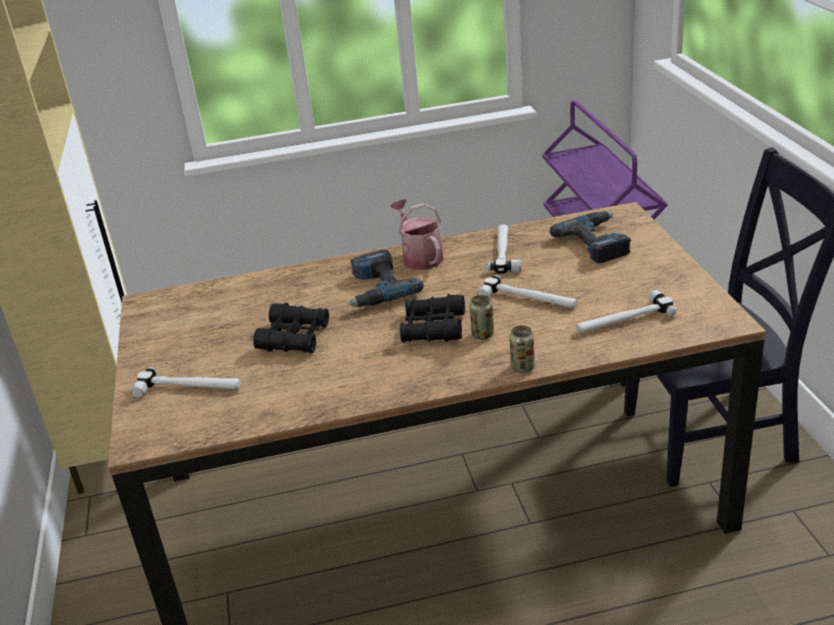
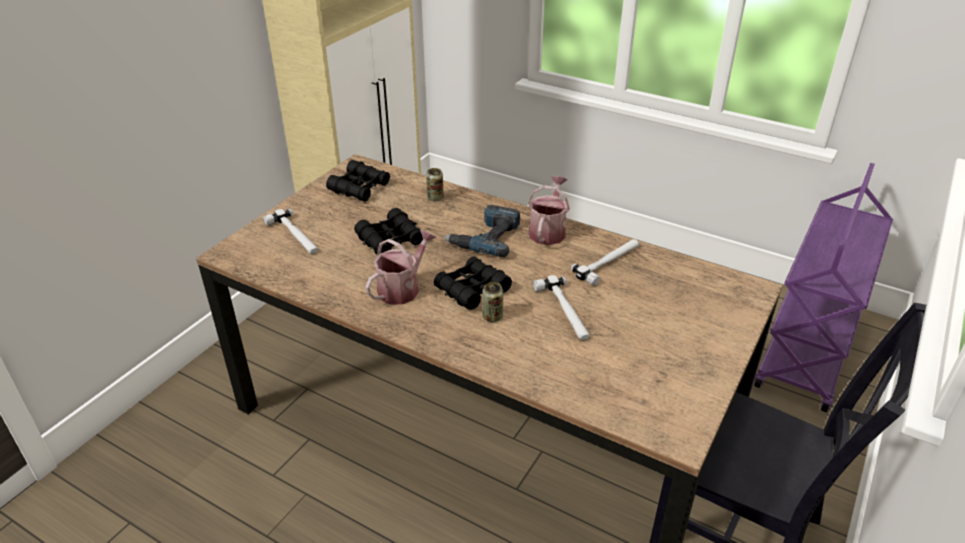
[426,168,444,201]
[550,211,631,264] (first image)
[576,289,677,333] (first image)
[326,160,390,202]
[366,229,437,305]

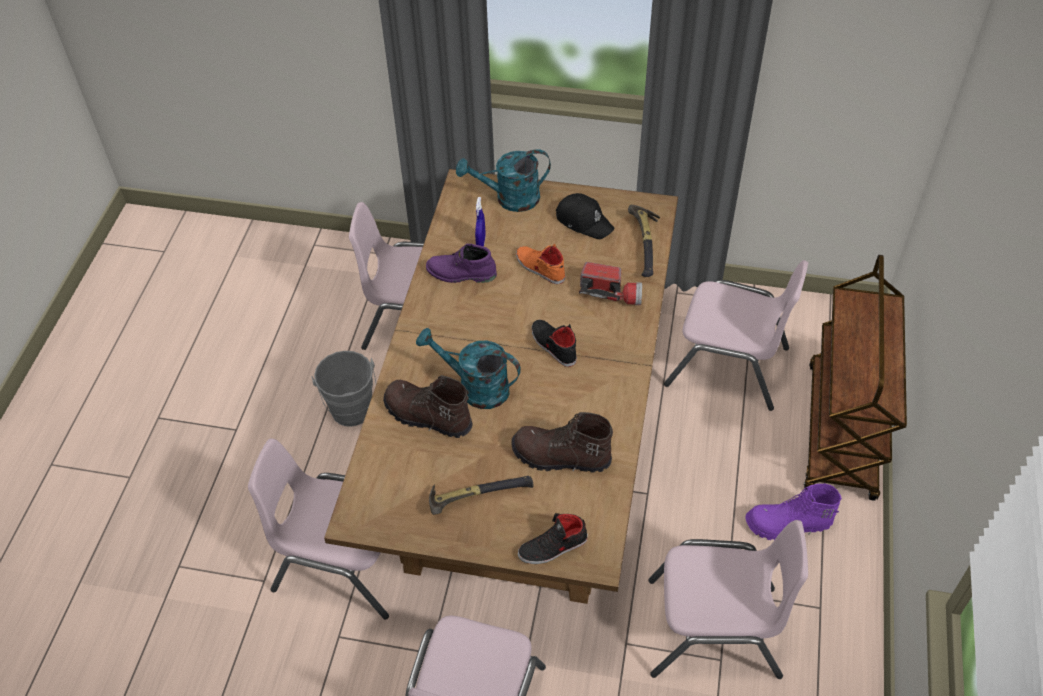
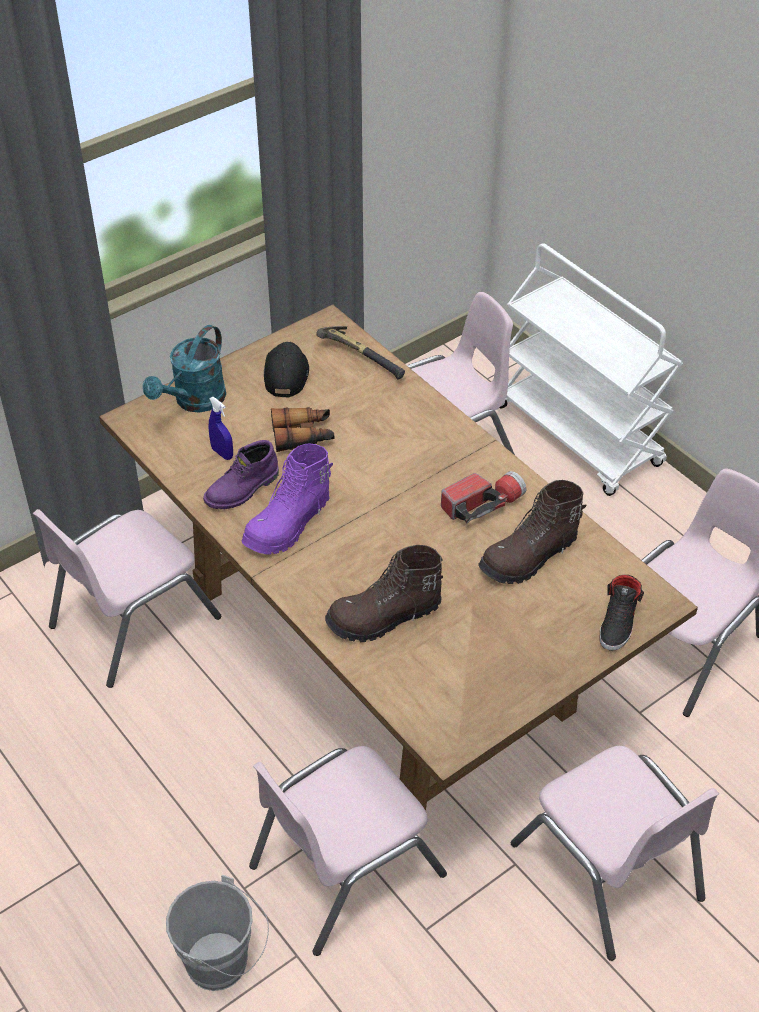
[166,875,269,991]
[416,328,521,409] (first image)
[429,476,533,515] (first image)
[271,407,334,452]
[531,320,577,367] (first image)
[264,342,309,398]
[441,471,526,524]
[242,444,333,555]
[499,243,683,496]

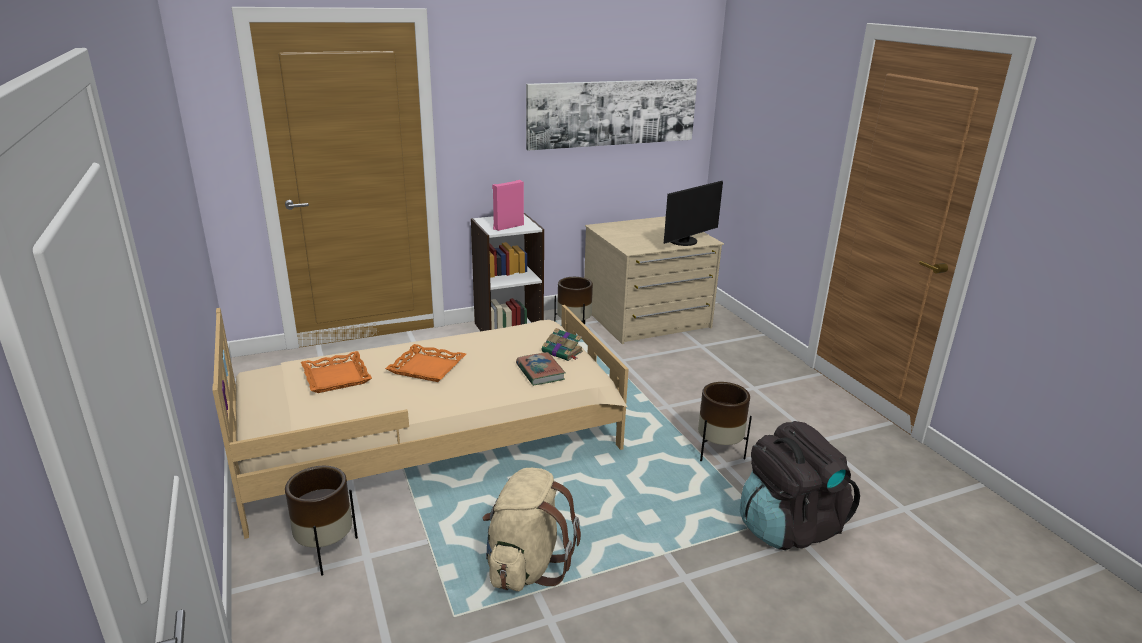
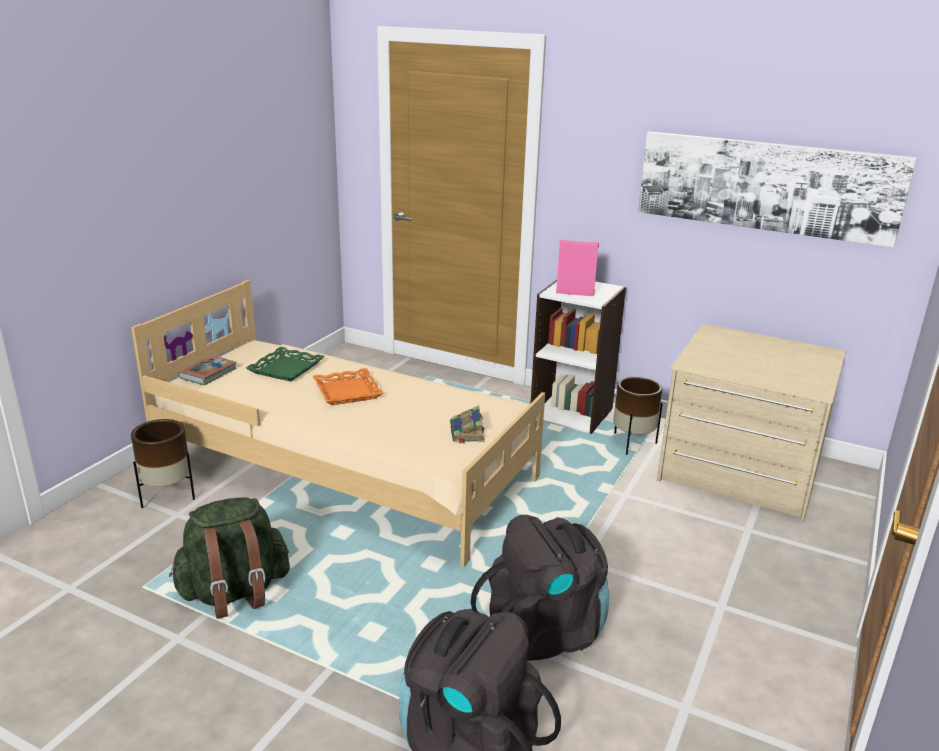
[246,346,324,382]
[169,497,290,619]
[178,356,237,385]
[664,181,723,246] (first image)
[471,515,609,661]

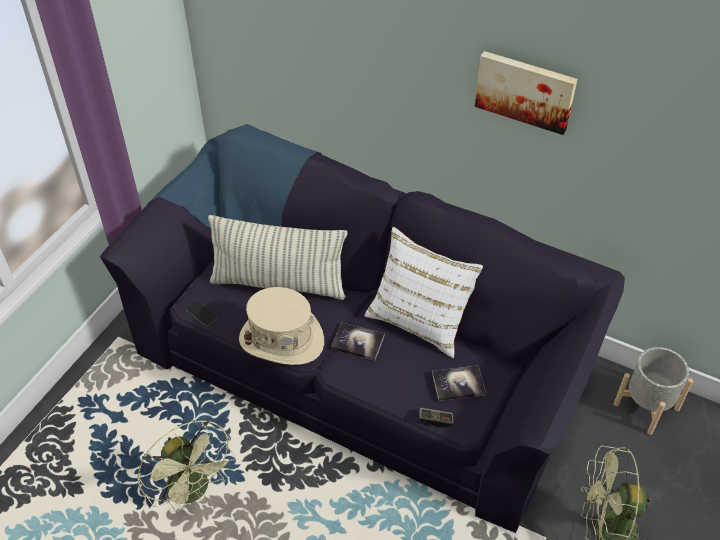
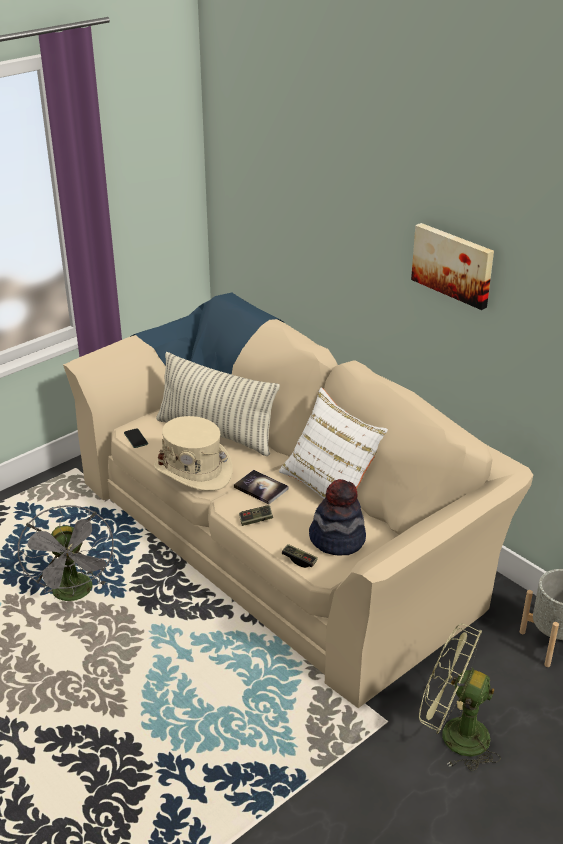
[63,293,533,708]
[18,505,114,601]
[309,479,366,556]
[239,505,273,526]

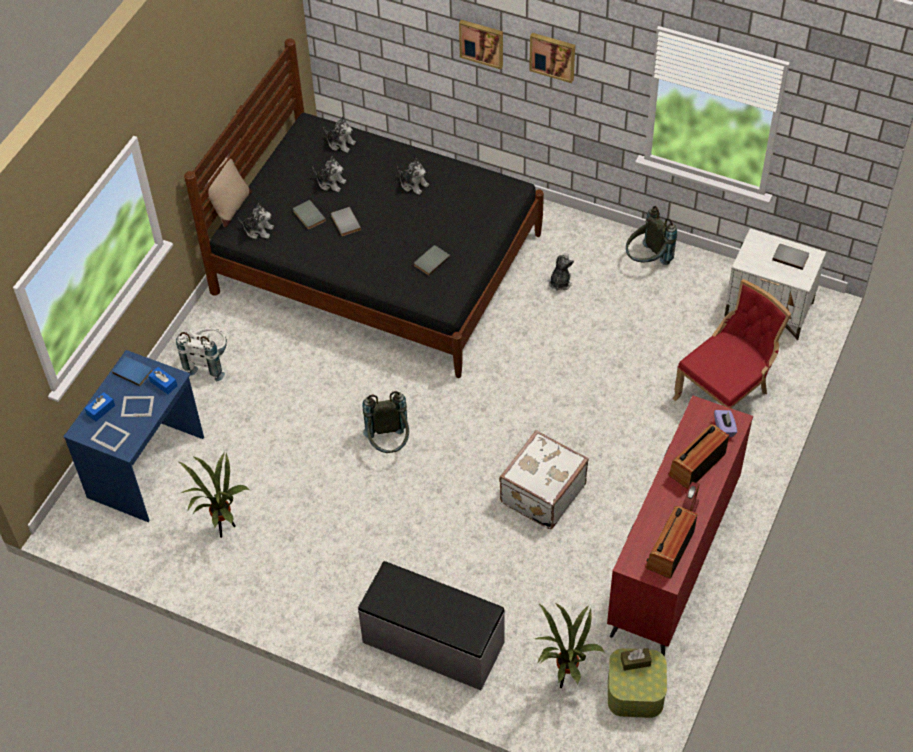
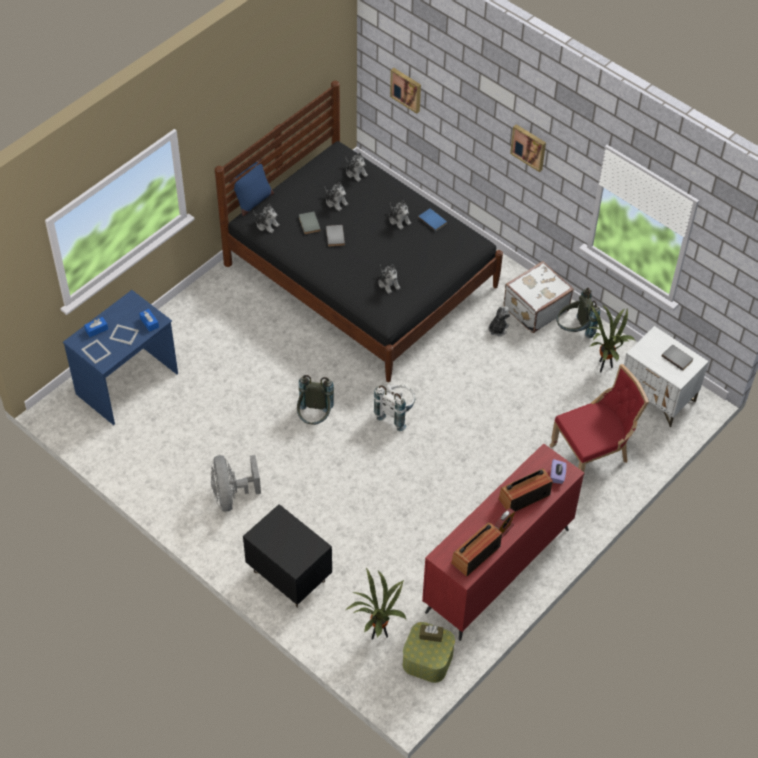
[418,208,447,232]
[374,385,415,431]
[589,305,636,373]
[230,159,274,216]
[243,504,332,608]
[378,264,400,294]
[390,68,421,114]
[503,261,574,333]
[211,455,261,511]

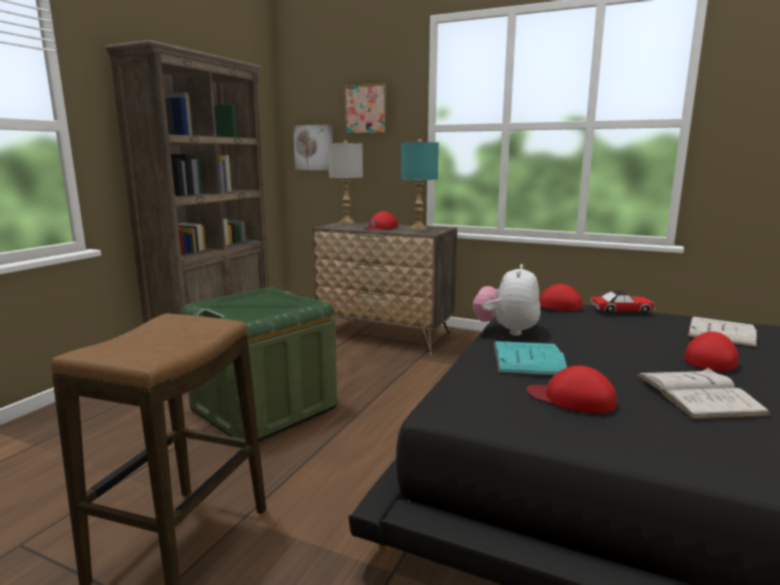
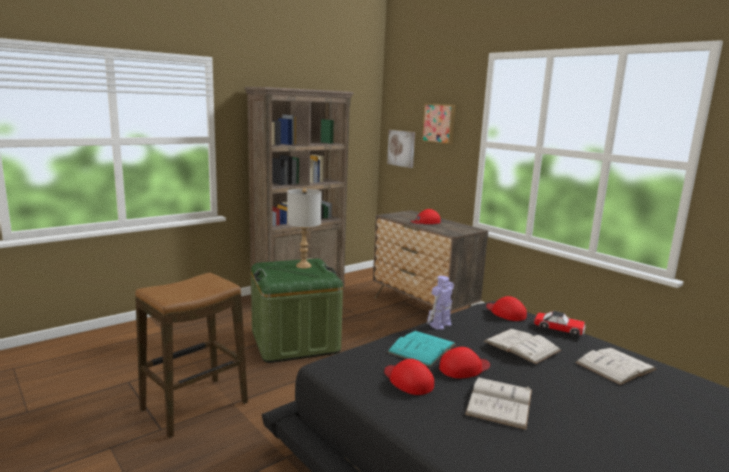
[287,188,322,269]
[401,139,439,230] (first image)
[427,276,454,330]
[439,347,490,378]
[484,329,561,364]

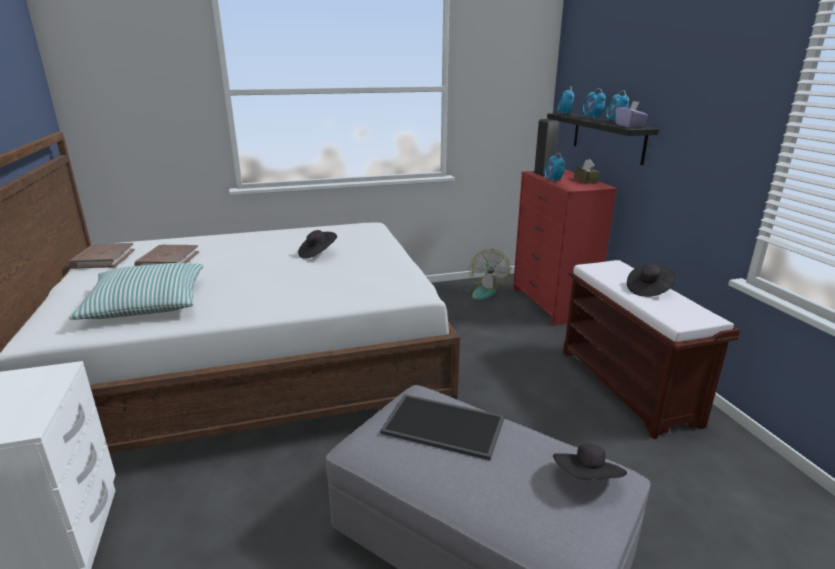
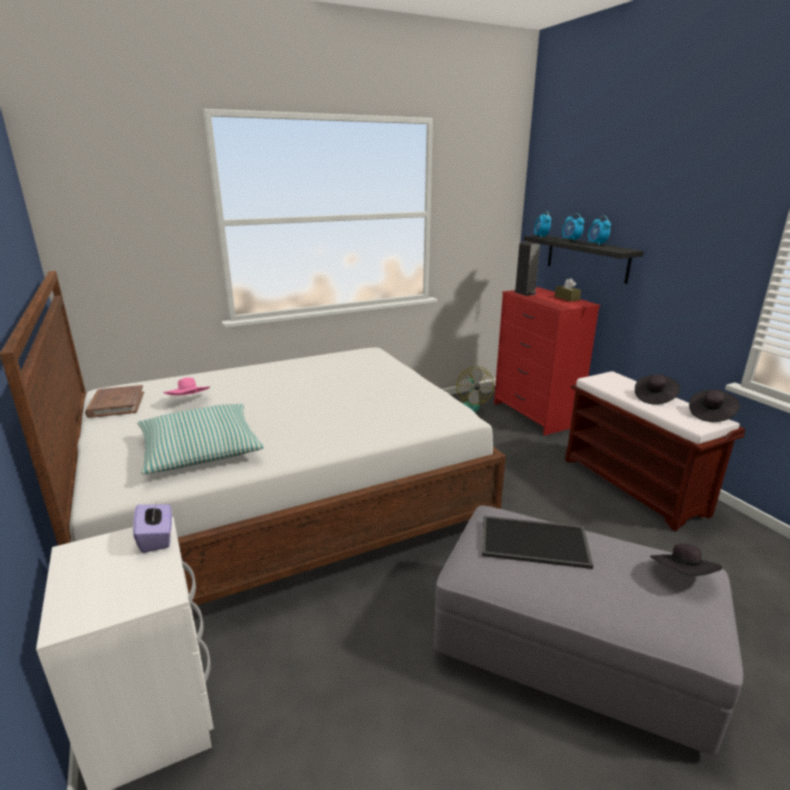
[164,378,210,395]
[689,390,740,422]
[545,153,565,183] (first image)
[133,500,172,553]

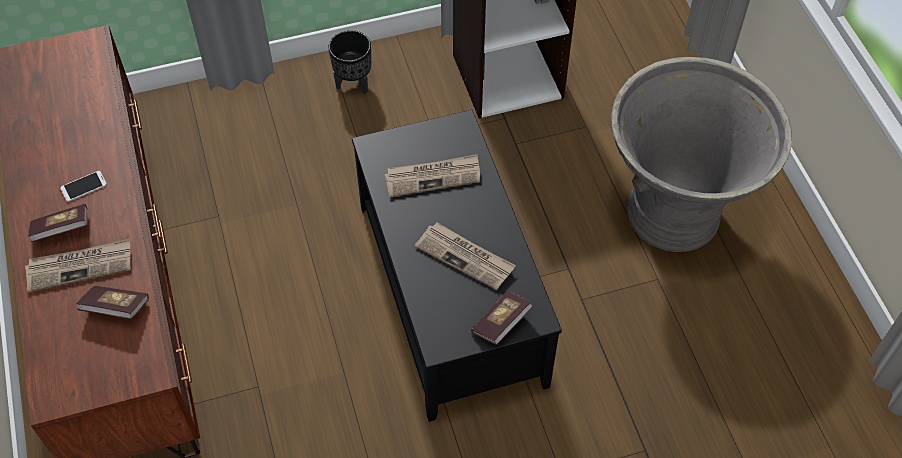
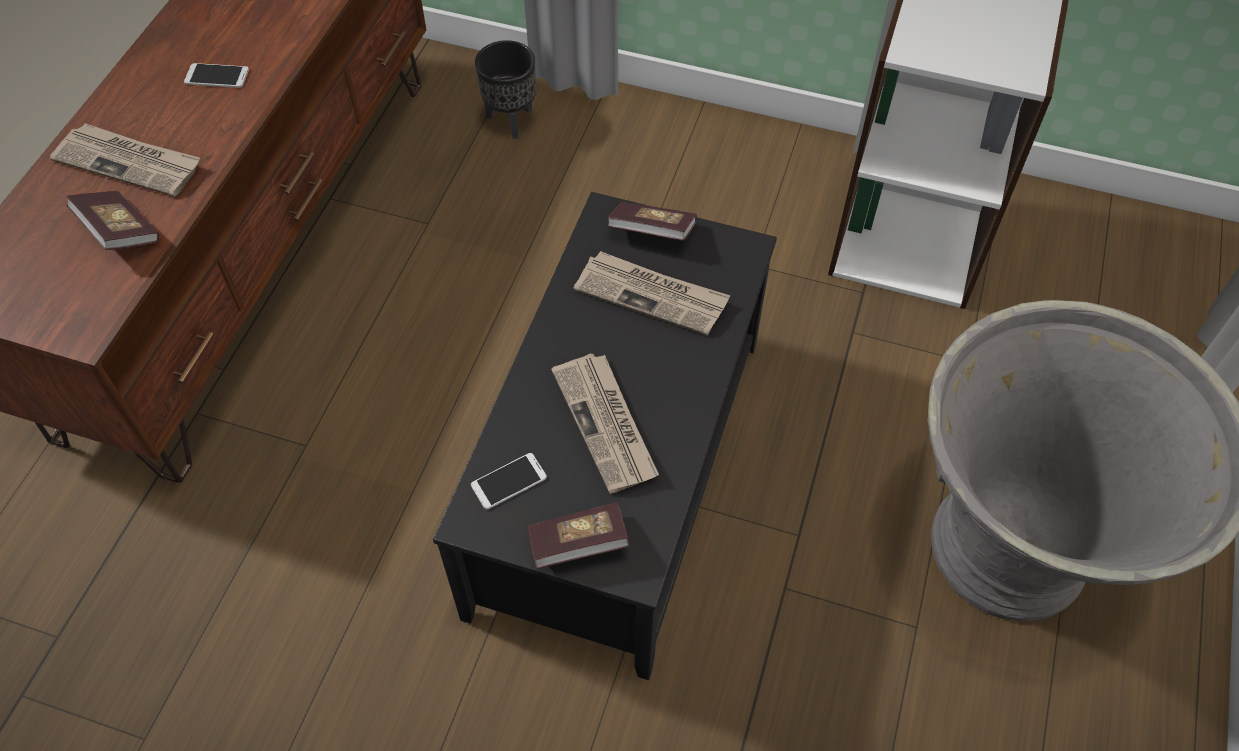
[607,202,697,241]
[475,40,536,139]
[471,453,547,509]

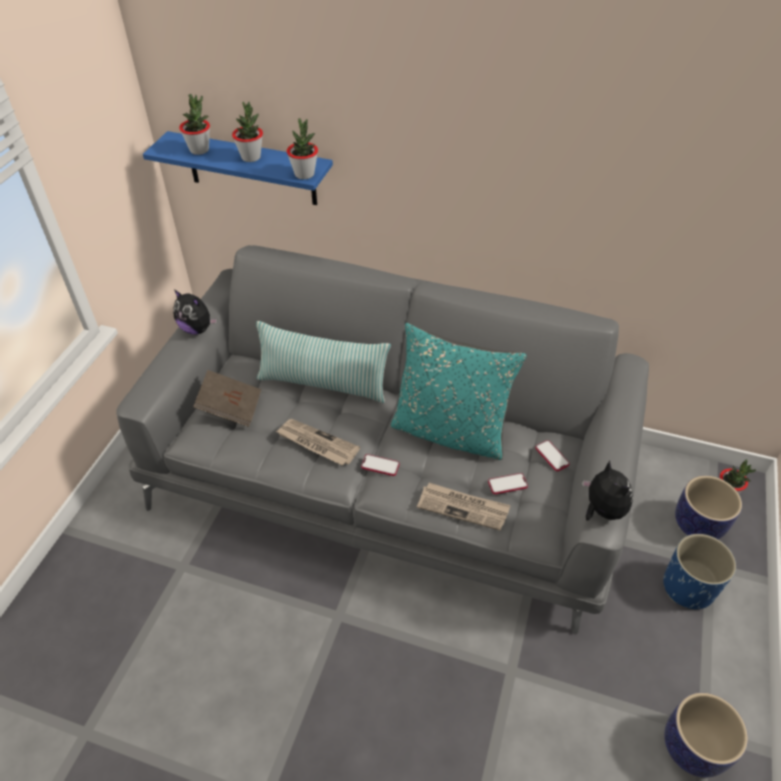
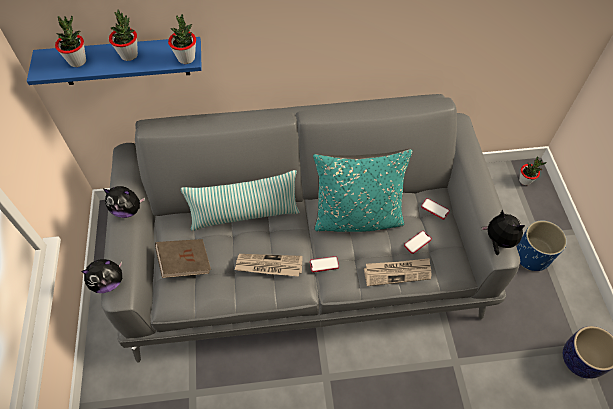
[675,476,742,539] (first image)
[82,259,122,293]

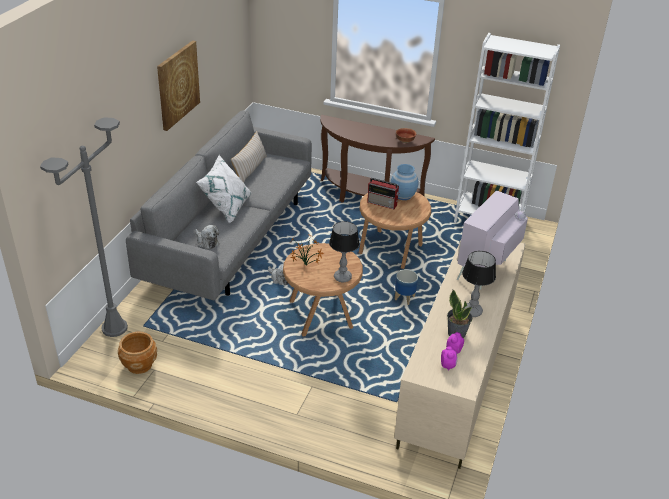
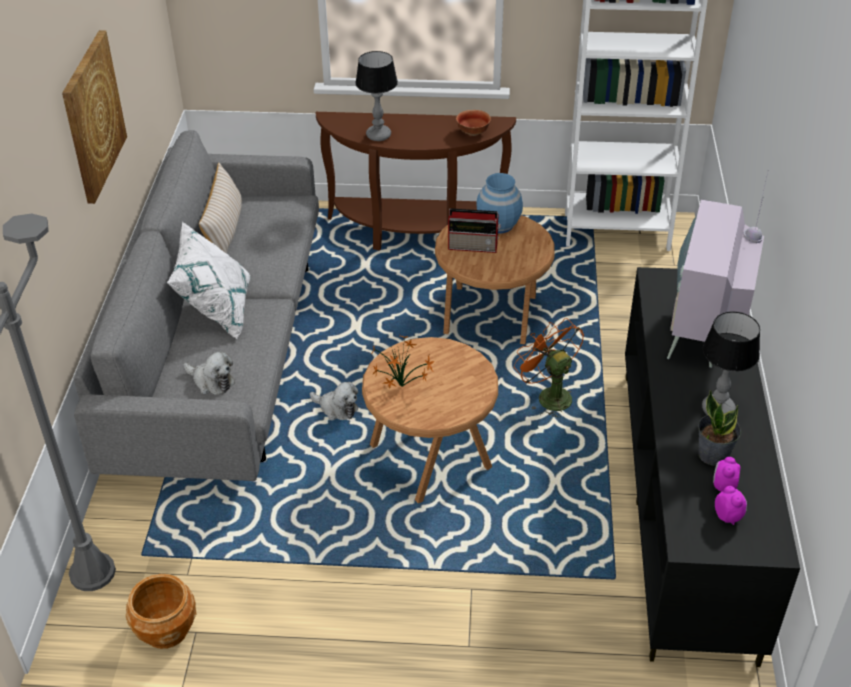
[355,51,398,141]
[625,267,800,667]
[514,318,584,418]

